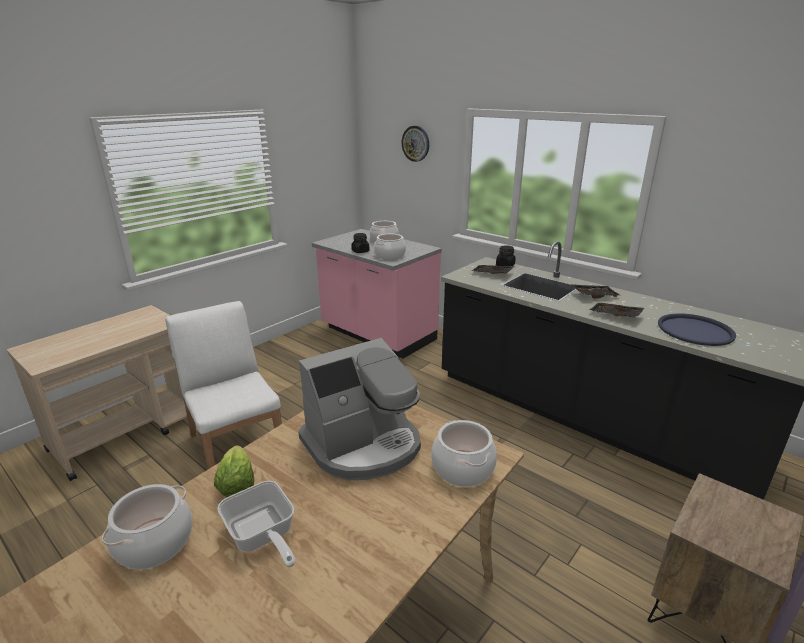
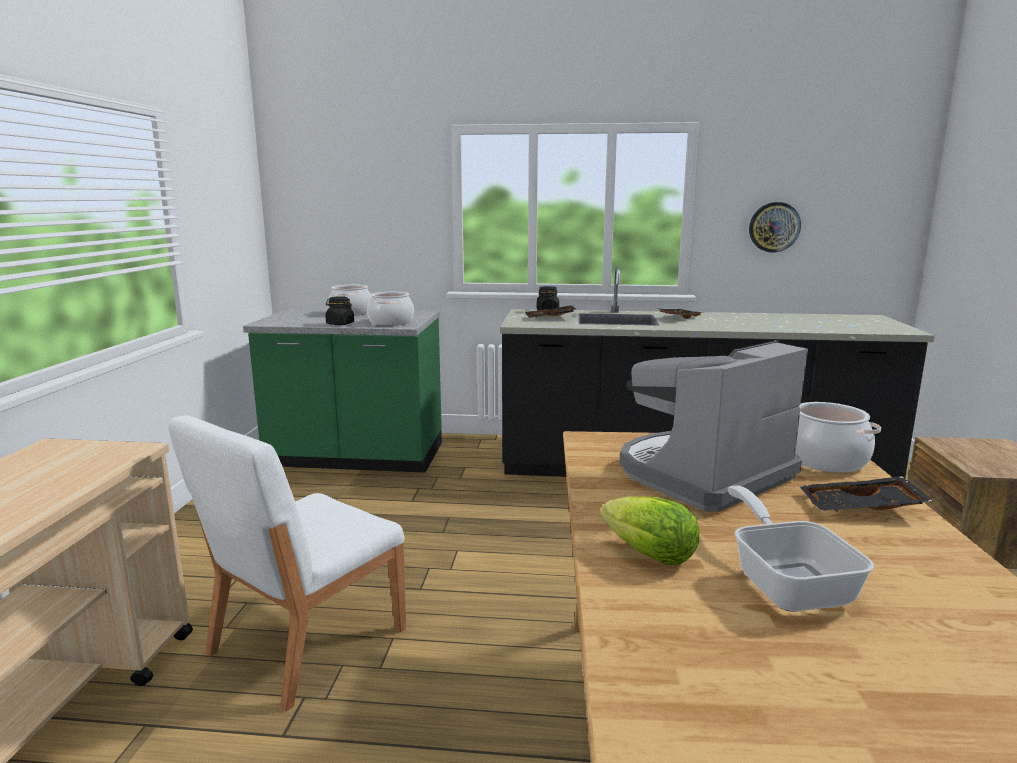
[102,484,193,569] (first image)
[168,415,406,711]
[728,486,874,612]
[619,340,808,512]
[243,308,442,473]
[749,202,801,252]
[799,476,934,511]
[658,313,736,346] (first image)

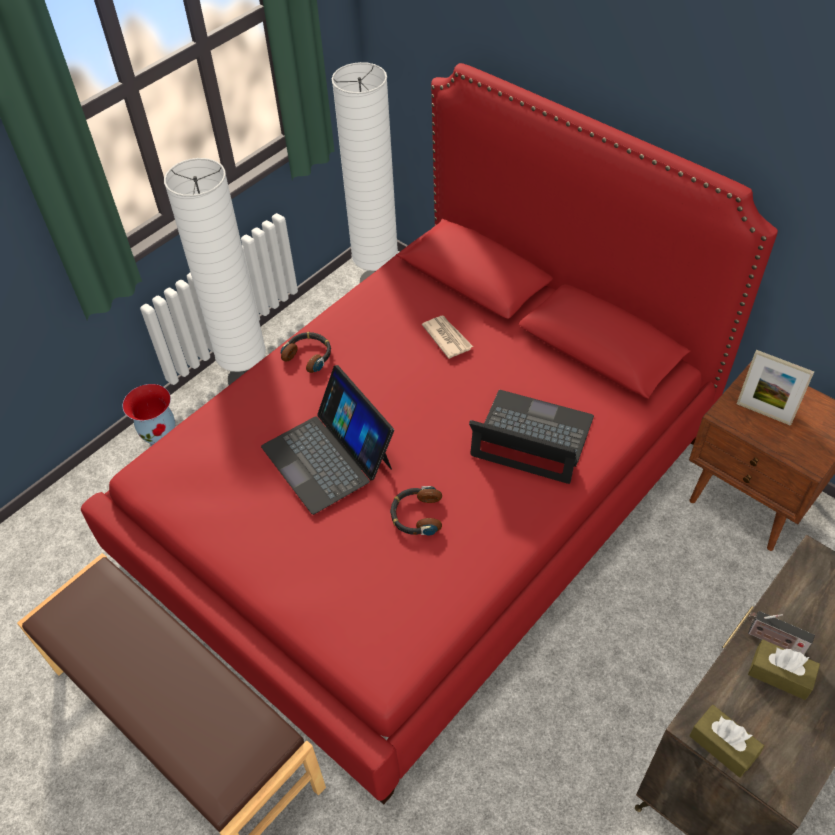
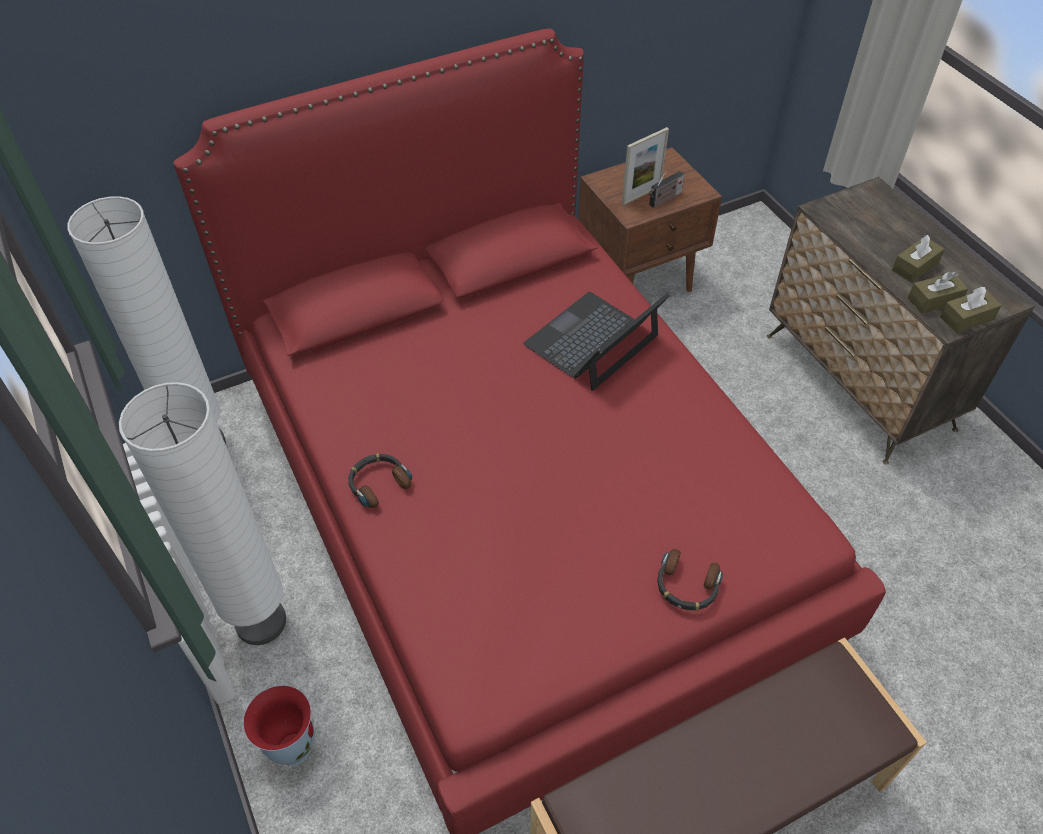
[261,365,394,515] (first image)
[657,549,723,611]
[422,316,473,359] (first image)
[649,171,685,208]
[908,272,968,314]

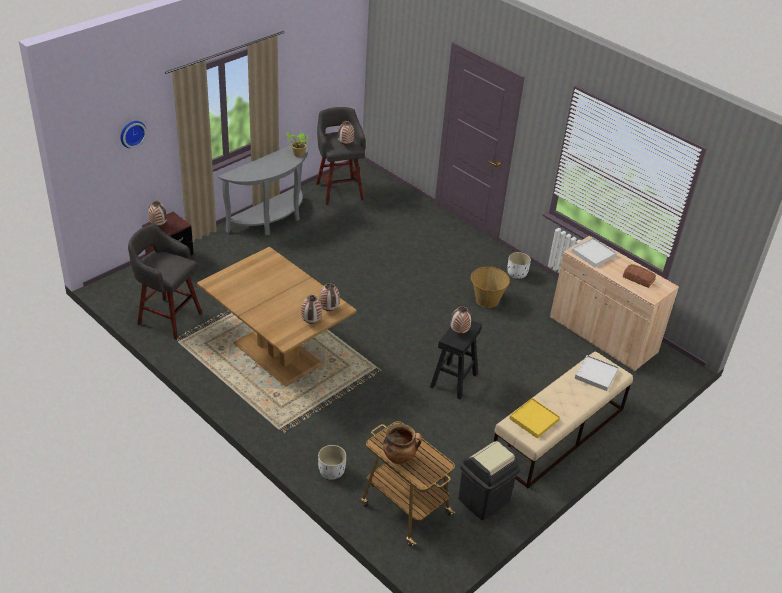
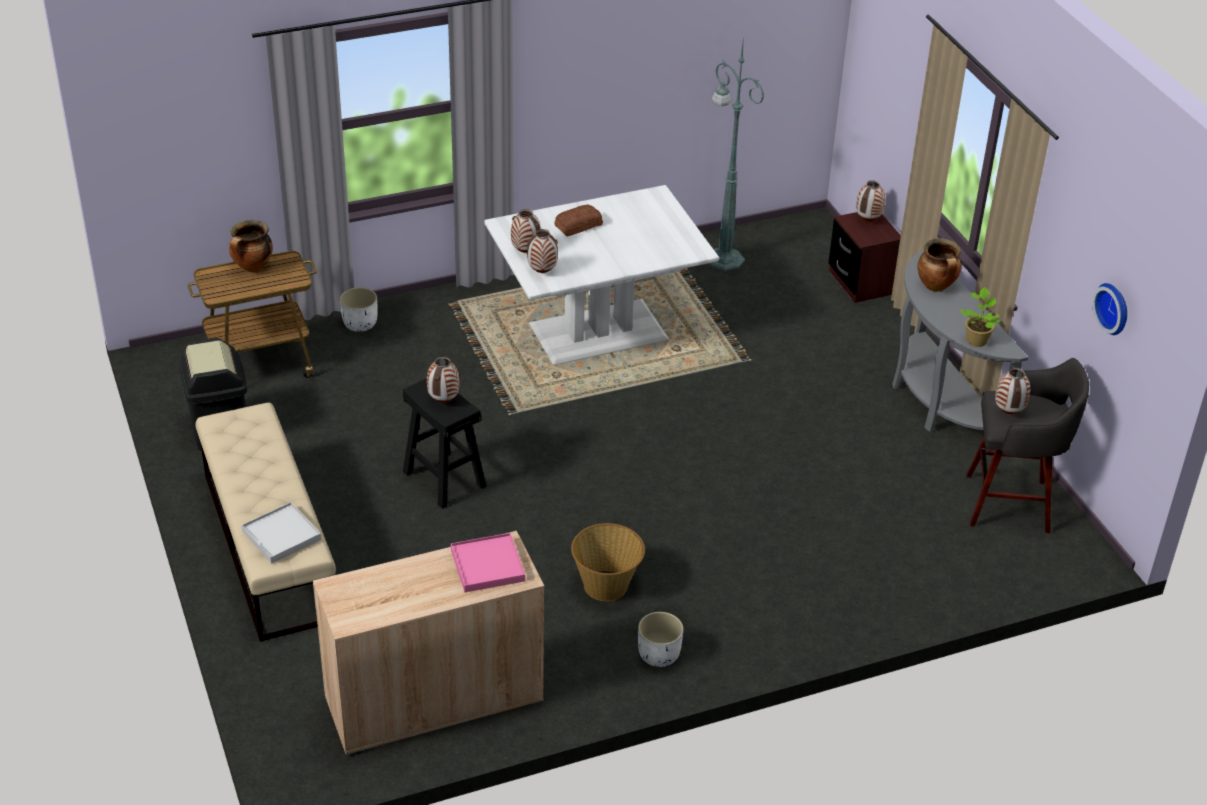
[1092,283,1127,335]
[709,35,764,272]
[485,185,719,365]
[509,398,560,439] (first image)
[451,533,525,592]
[554,205,603,237]
[917,238,961,292]

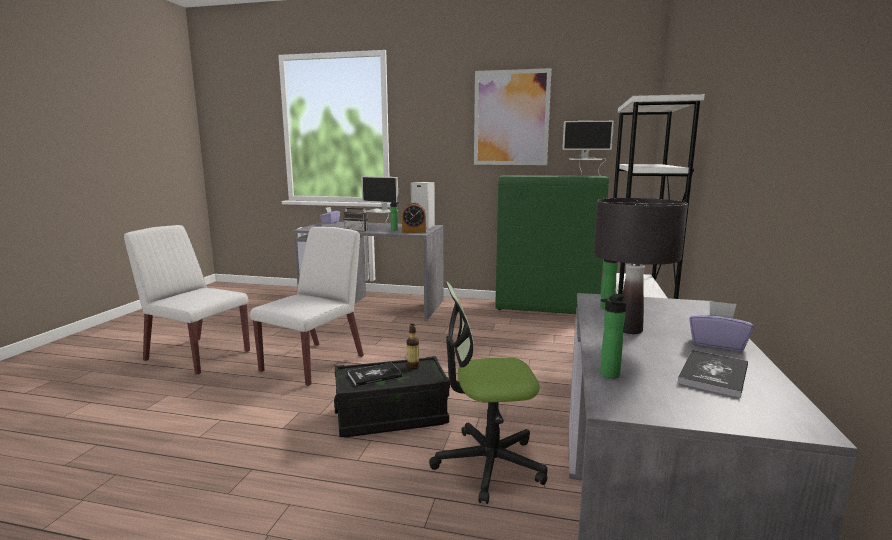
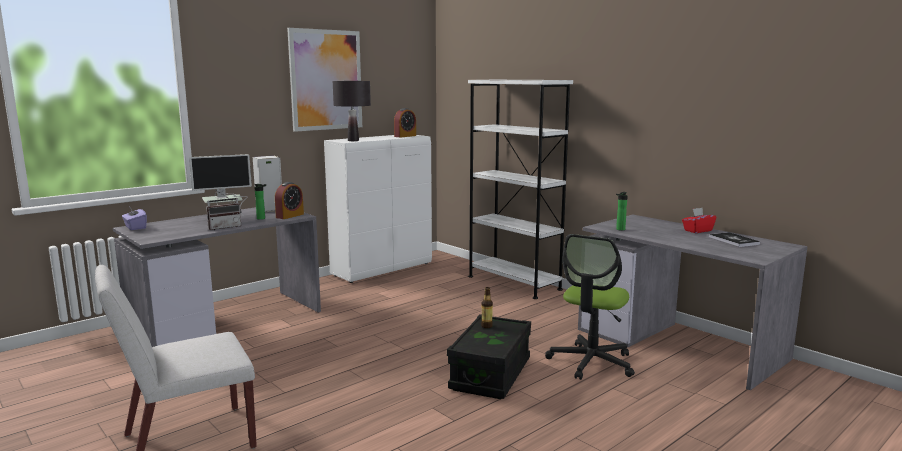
[250,227,364,386] (first image)
[348,363,402,387] (first image)
[324,135,432,283]
[394,108,416,137]
[333,81,371,141]
[600,294,626,378] (first image)
[682,208,716,233]

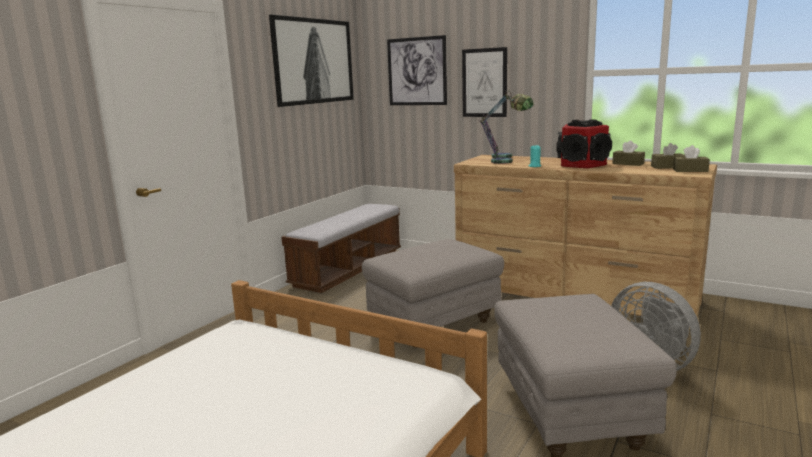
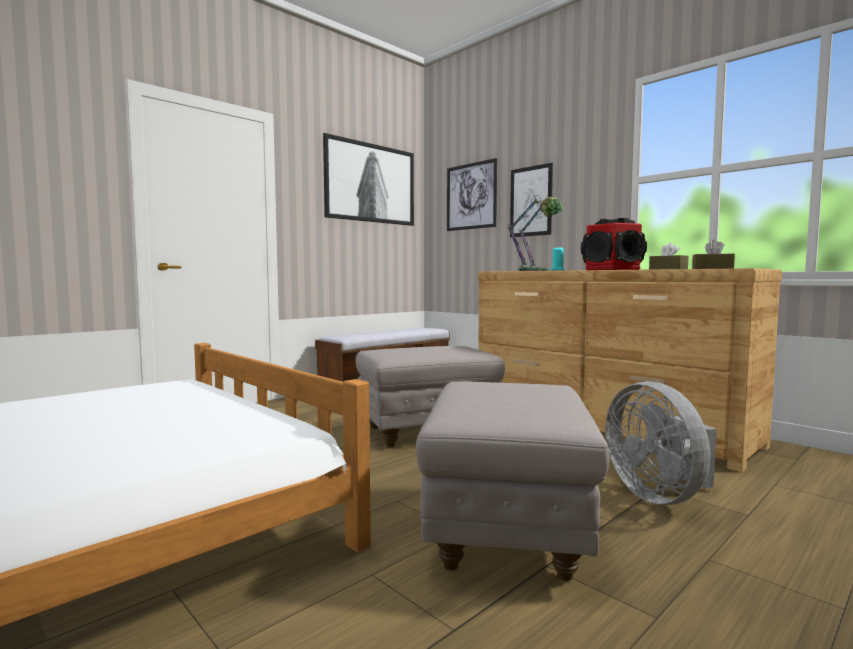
[673,145,710,172] (first image)

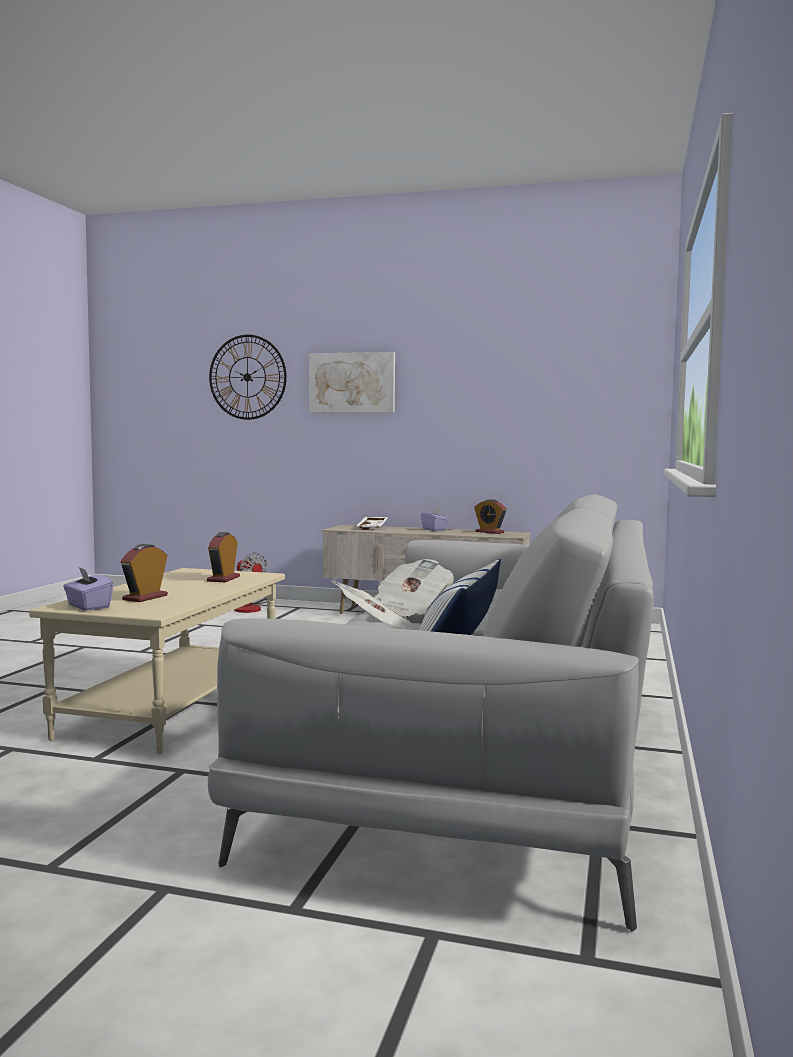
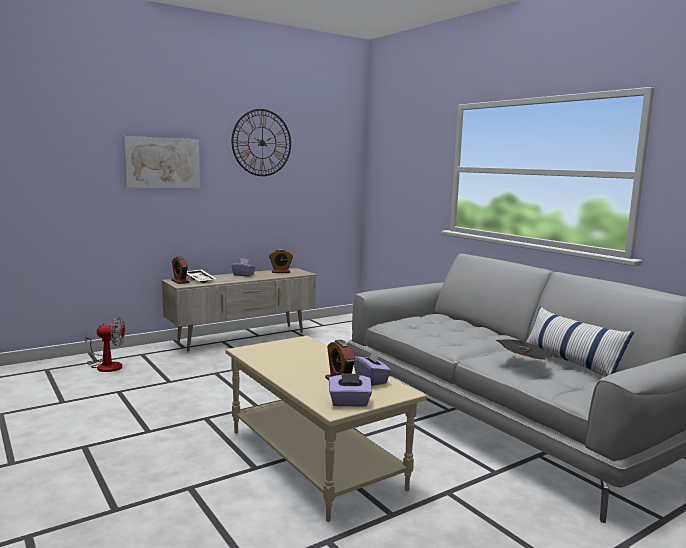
[171,256,189,284]
[232,109,291,176]
[375,559,454,616] (first image)
[354,350,391,386]

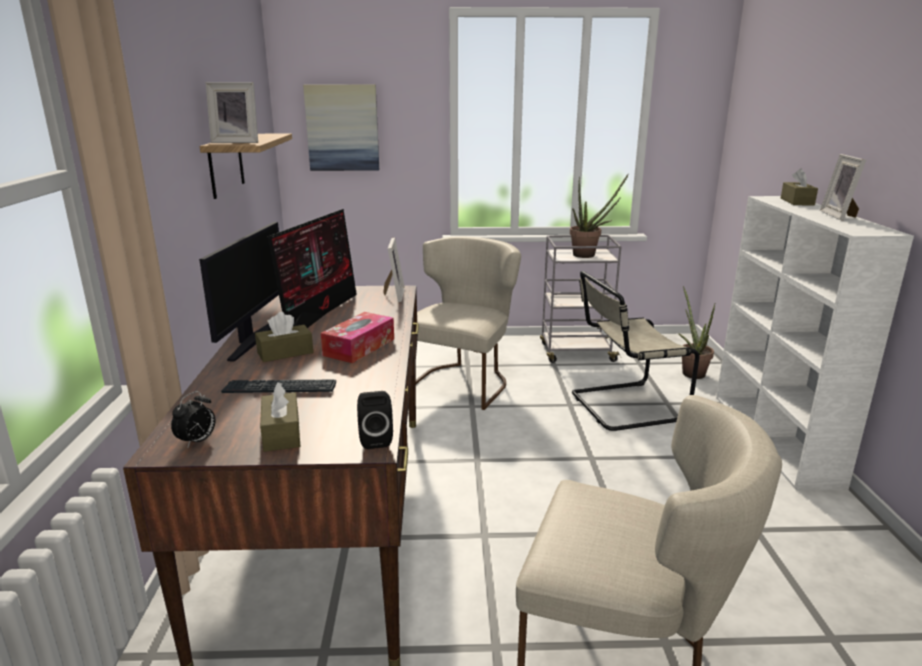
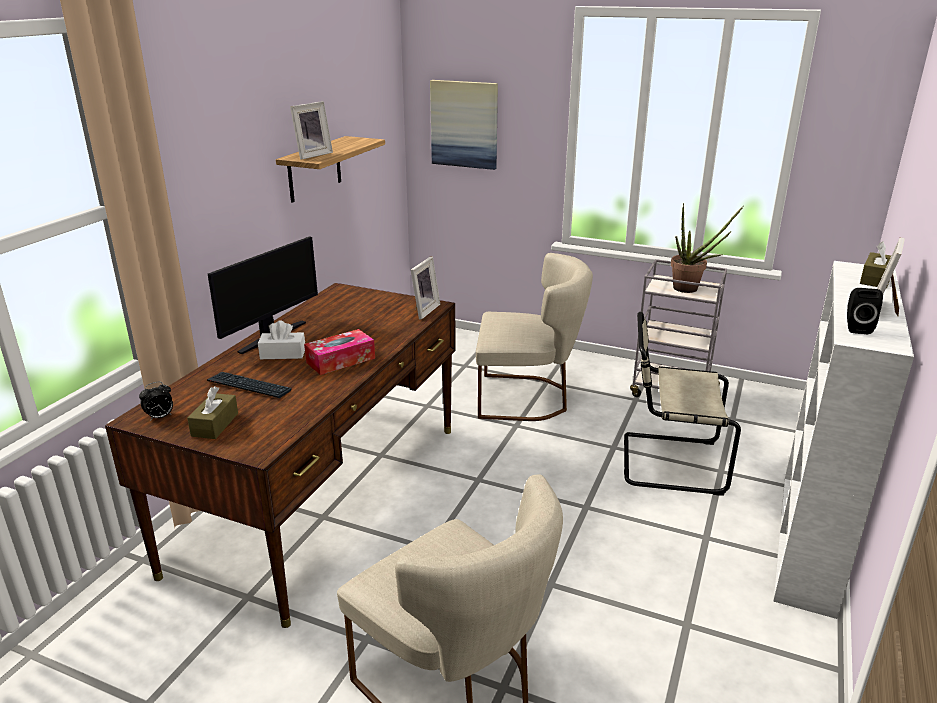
[290,101,333,160]
[258,320,305,359]
[267,209,357,328] (first image)
[847,288,883,334]
[476,253,593,421]
[678,286,715,379] (first image)

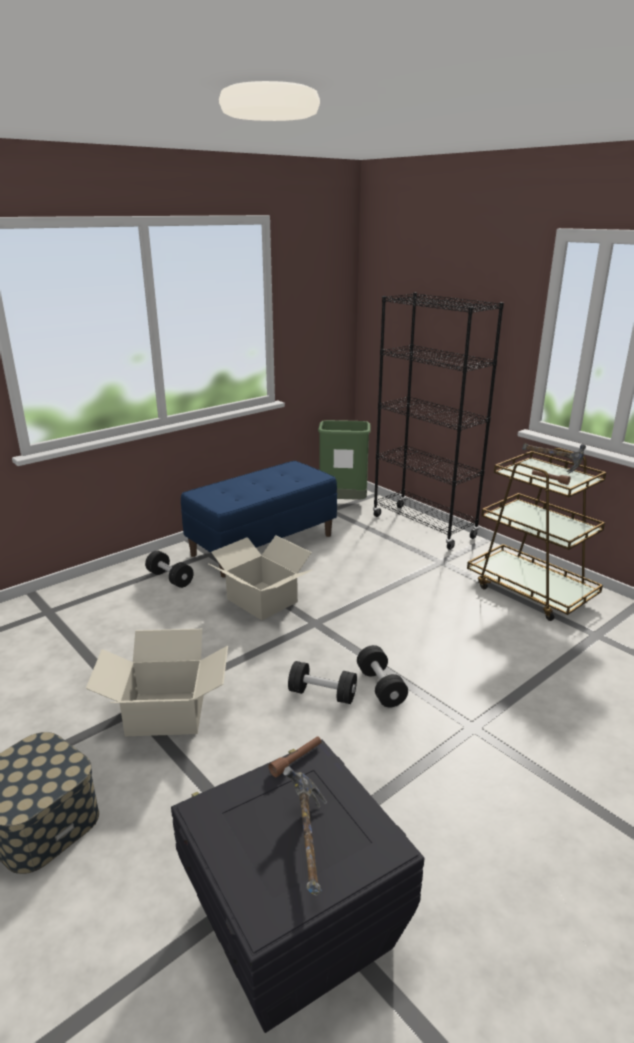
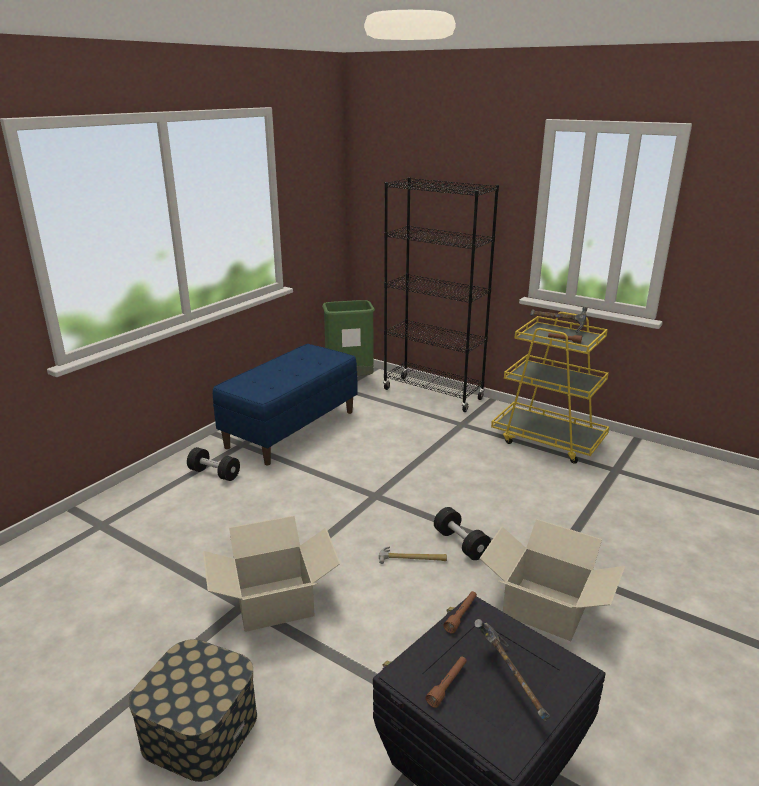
[479,519,625,641]
[379,546,447,564]
[491,312,609,464]
[426,656,467,708]

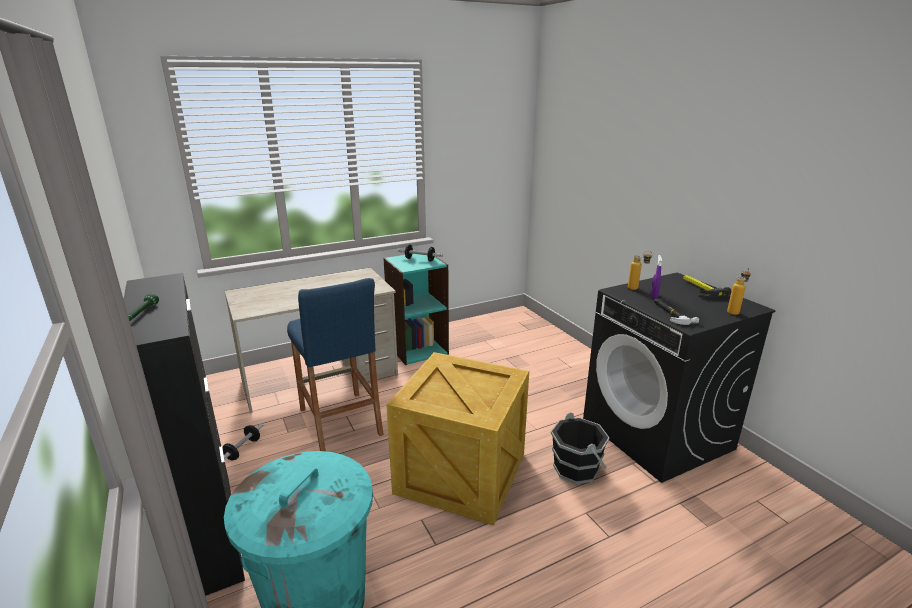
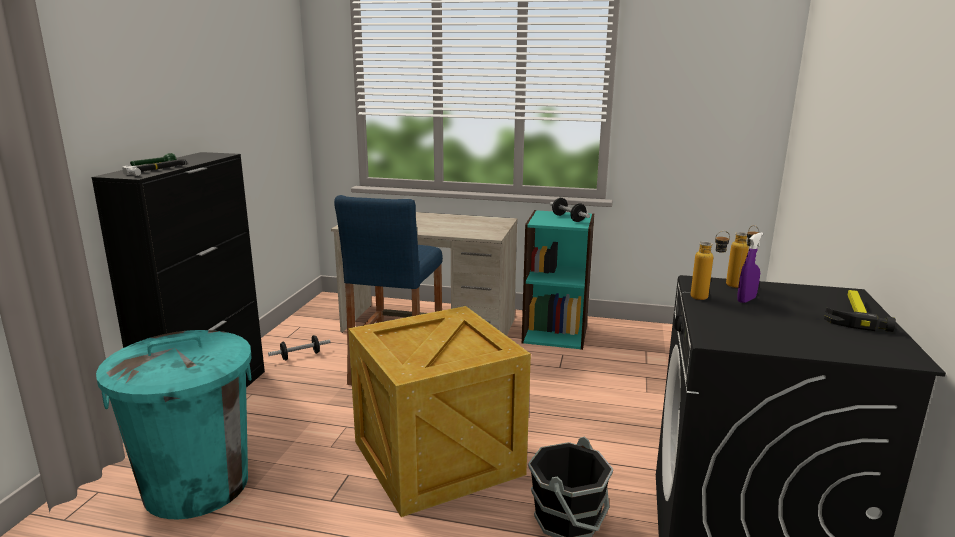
[122,159,187,176]
[691,231,730,300]

